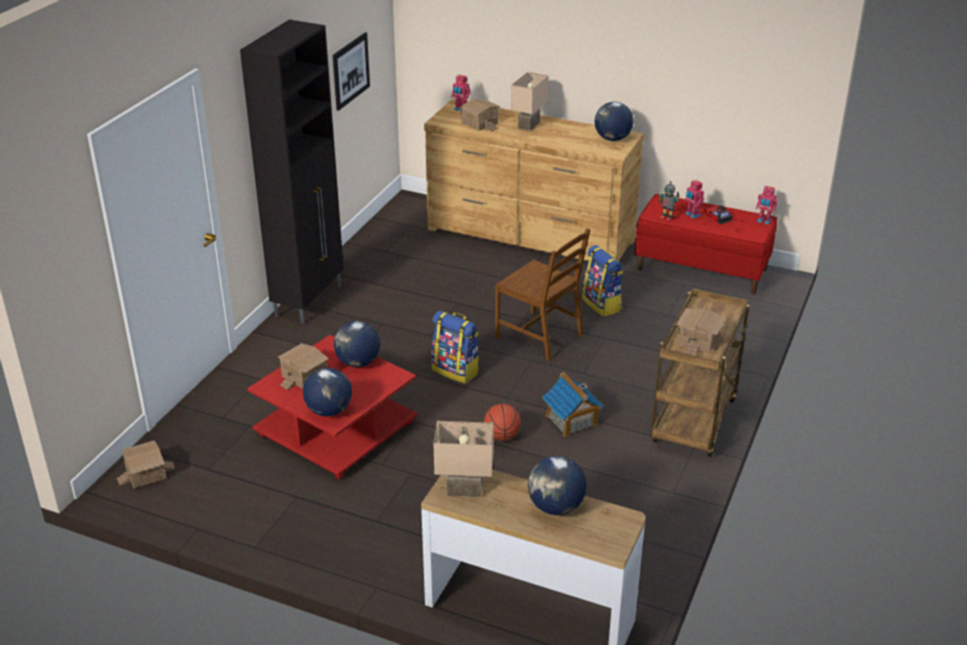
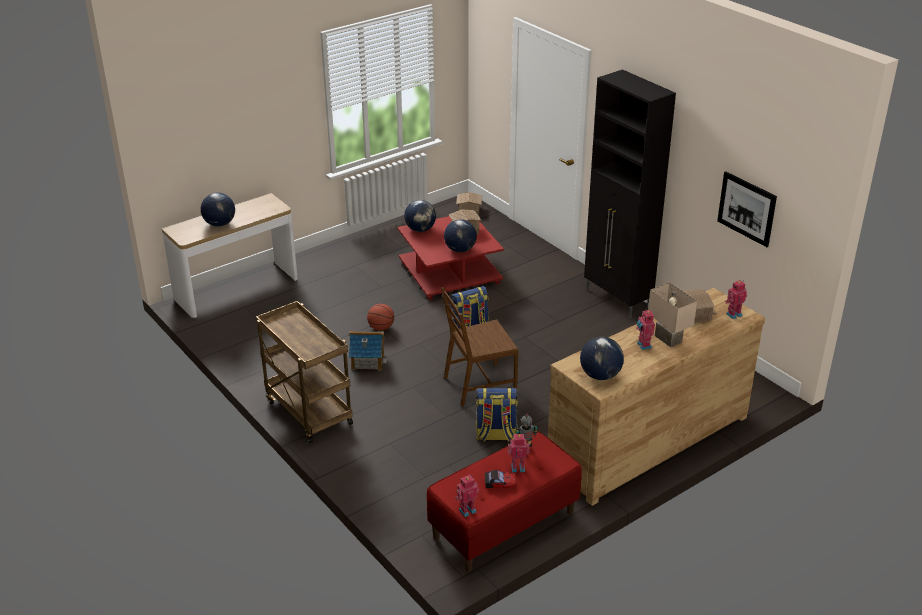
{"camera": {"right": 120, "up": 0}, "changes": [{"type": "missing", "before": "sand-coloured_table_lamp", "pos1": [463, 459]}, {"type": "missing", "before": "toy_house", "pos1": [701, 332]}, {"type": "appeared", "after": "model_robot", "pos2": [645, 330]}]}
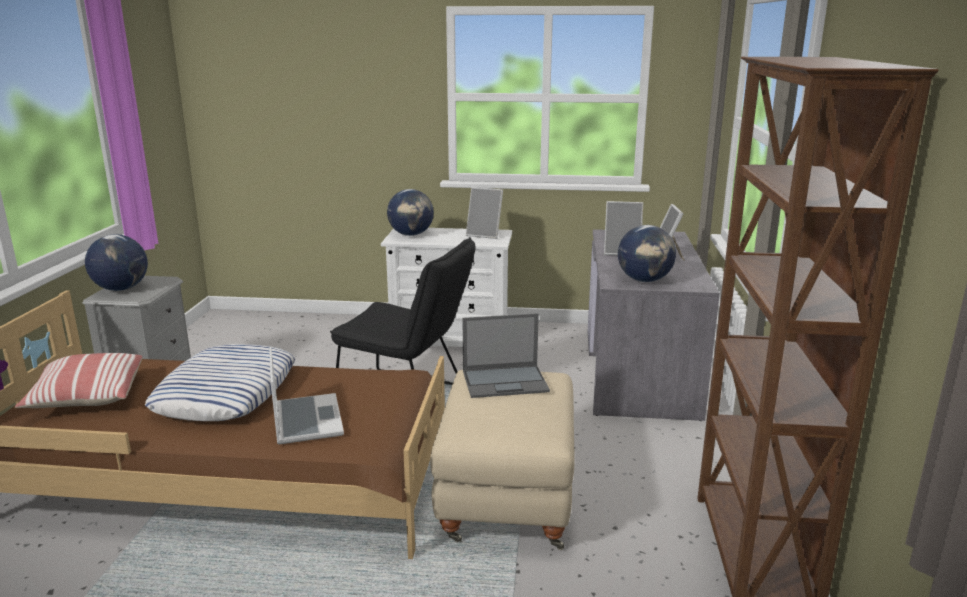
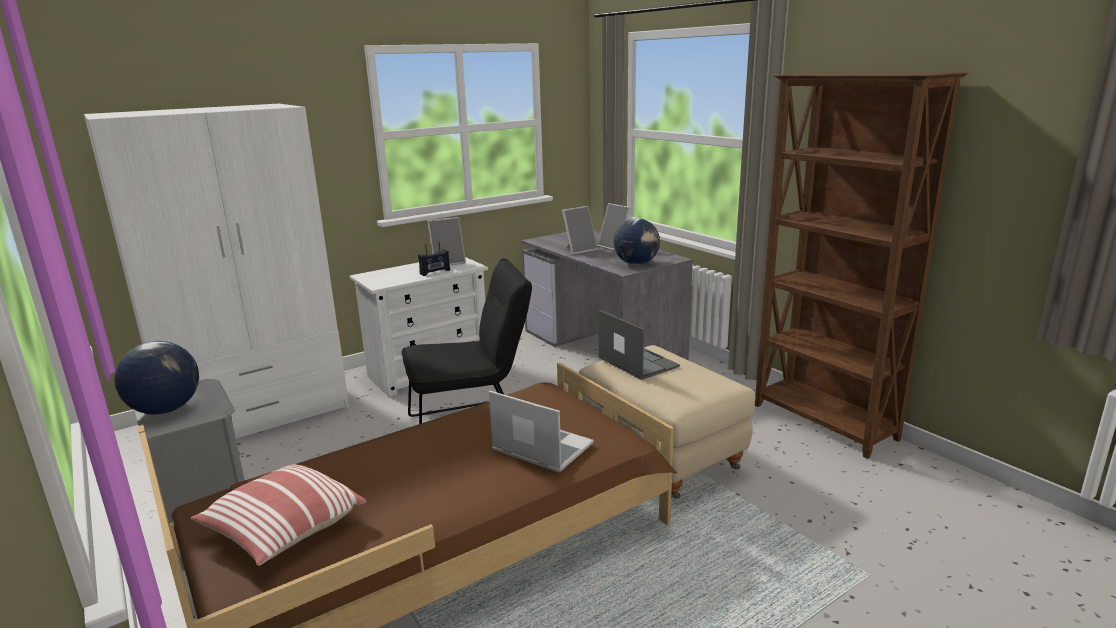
{"camera": {"right": -40, "up": 0}, "changes": [{"type": "missing", "before": "cushion", "pos1": [220, 382]}, {"type": "missing", "before": "desk_globe", "pos1": [410, 212]}, {"type": "appeared", "after": "white-coloured_clothes_cupboard", "pos2": [216, 271]}, {"type": "appeared", "after": "radio_set", "pos2": [434, 258]}, {"type": "spun", "before": "laptop", "pos1": [506, 355], "pos2": [639, 345], "turn": -75}]}
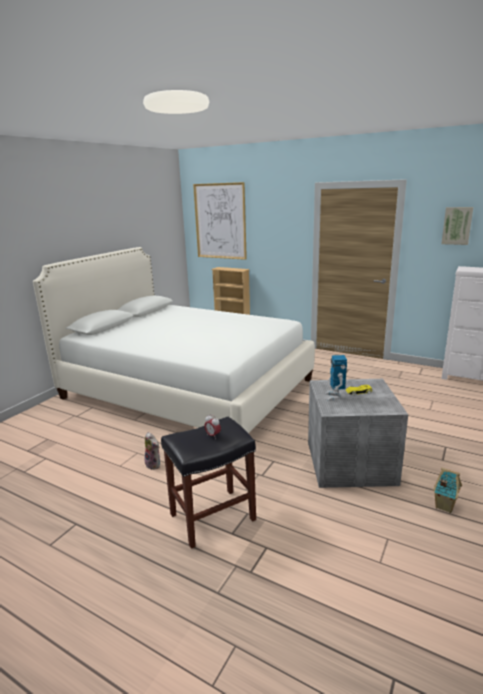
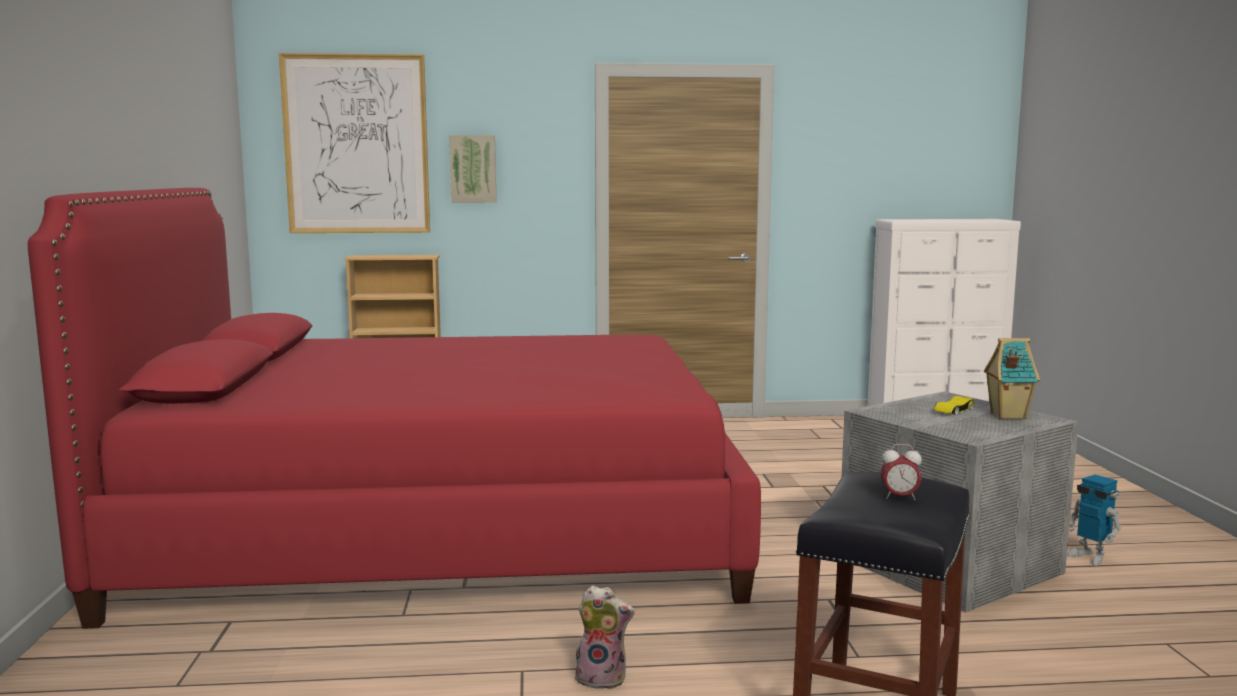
{"camera": {"right": -35, "up": -10}, "changes": [{"type": "relocated", "before": "model_robot", "pos1": [336, 378], "pos2": [1094, 520]}, {"type": "relocated", "before": "toy_house", "pos1": [447, 490], "pos2": [1012, 378]}, {"type": "relocated", "before": "wall_art", "pos1": [457, 226], "pos2": [472, 169]}, {"type": "colour", "before": "white-coloured_bedroom_bed", "after": "red_bedroom_bed", "pos1": [174, 340], "pos2": [394, 408]}]}
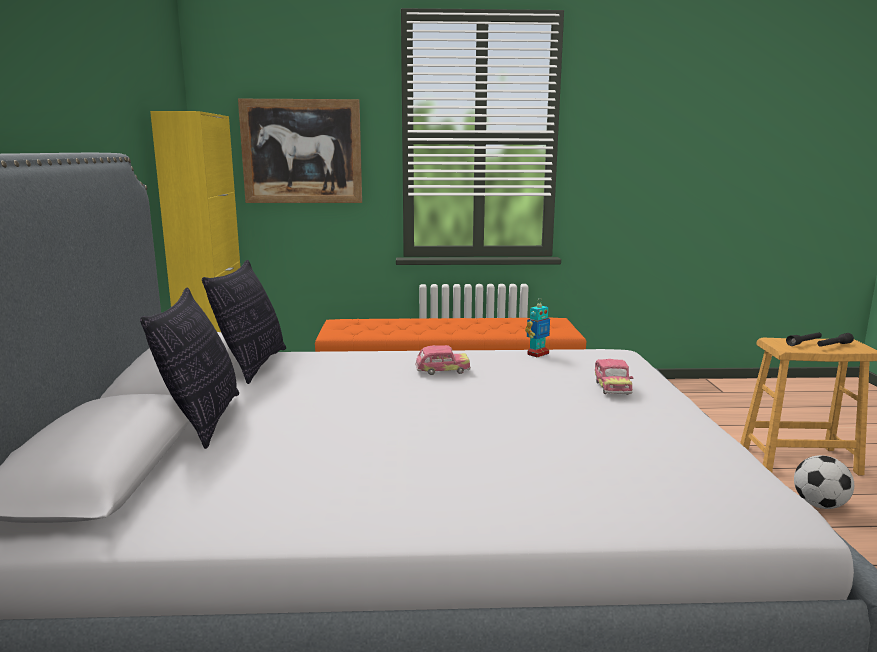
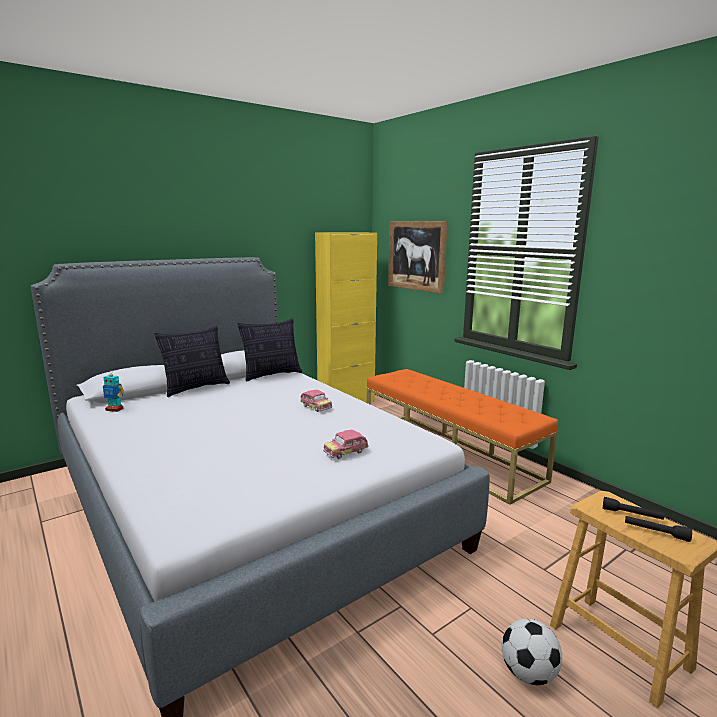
{"camera": {"right": 55, "up": 0}, "changes": [{"type": "relocated", "before": "model_robot", "pos1": [537, 328], "pos2": [113, 391]}]}
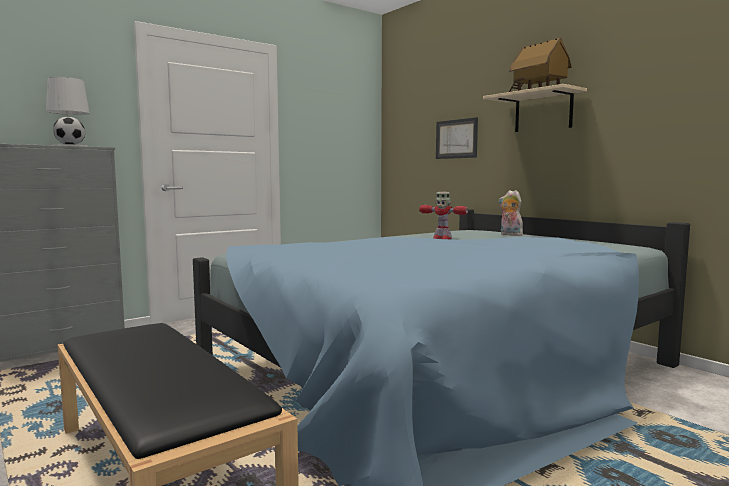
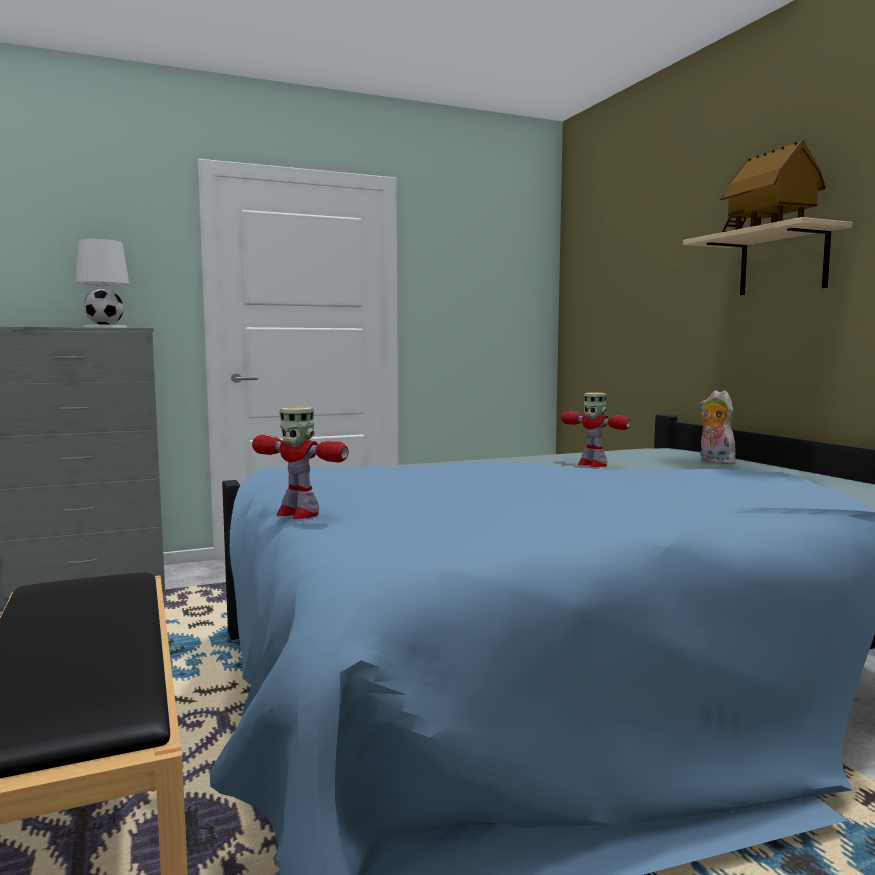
{"camera": {"right": 15, "up": 0}, "changes": [{"type": "missing", "before": "wall_art", "pos1": [457, 138]}, {"type": "appeared", "after": "model_robot", "pos2": [300, 462]}]}
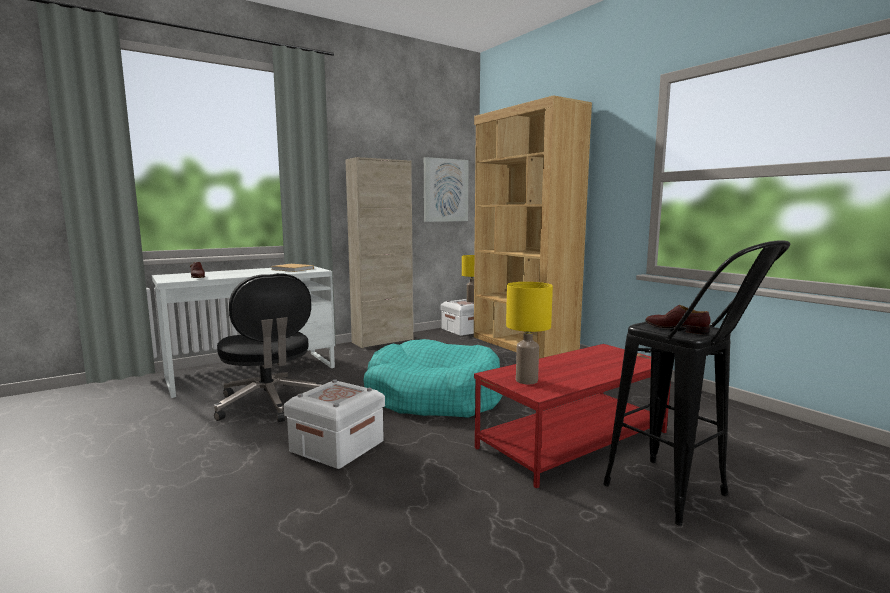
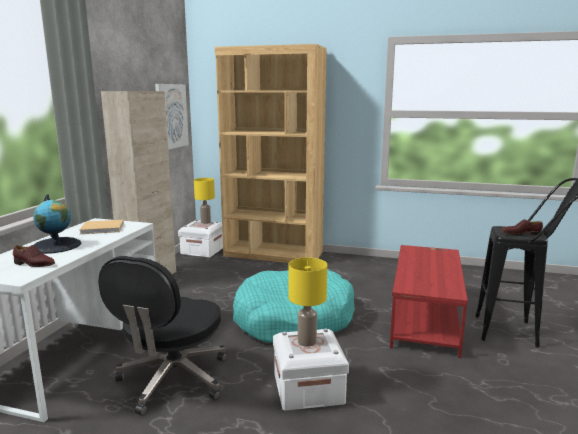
{"camera": {"right": -40, "up": 5}, "changes": [{"type": "appeared", "after": "desk_globe", "pos2": [57, 224]}, {"type": "relocated", "before": "yellowish_table_lamp", "pos1": [529, 333], "pos2": [307, 302]}, {"type": "spun", "before": "black_computer_chair", "pos1": [268, 347], "pos2": [162, 336], "turn": 90}]}
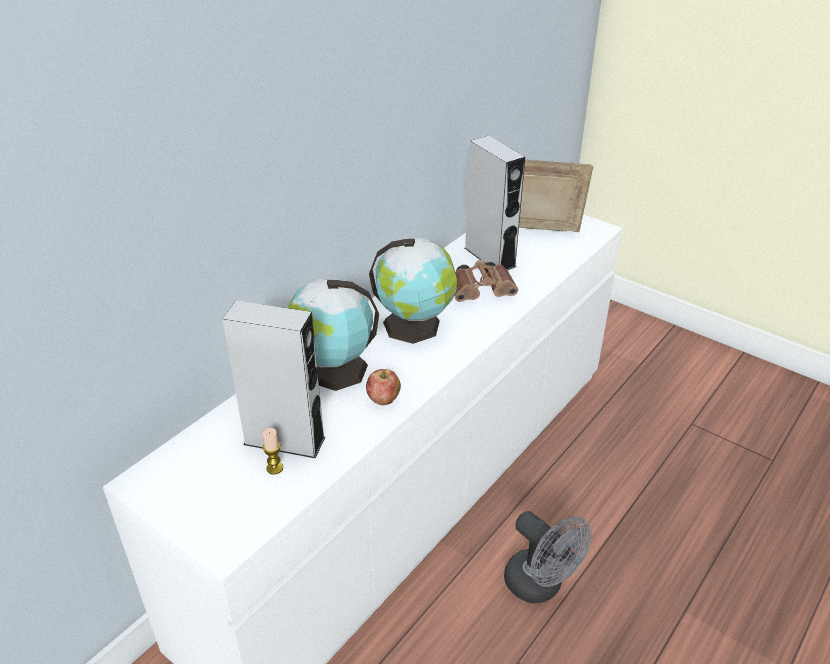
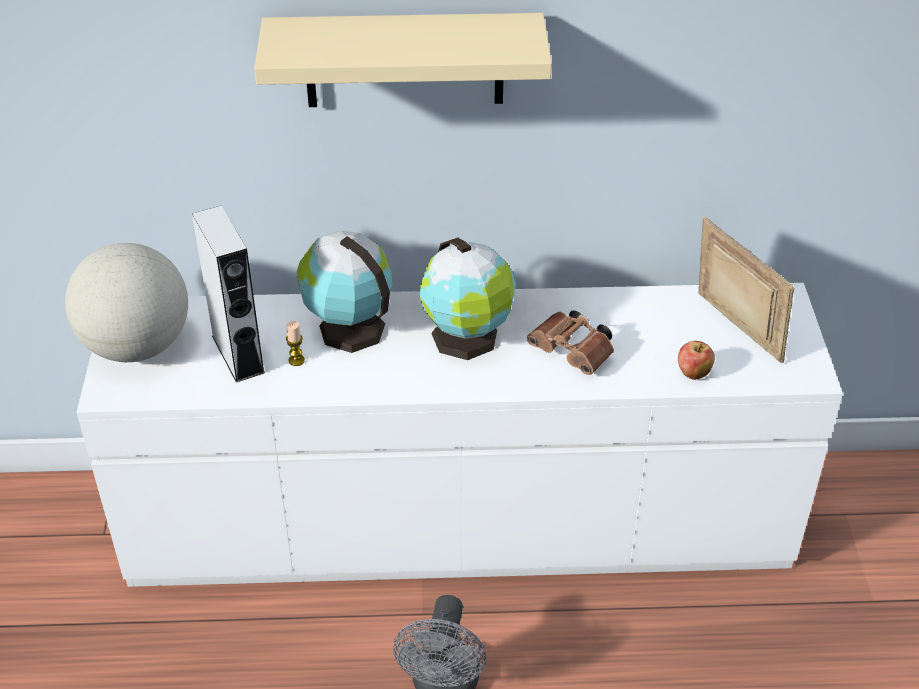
{"camera": {"right": 50, "up": 5}, "changes": [{"type": "missing", "before": "greyish_loudspeaker", "pos1": [495, 203]}, {"type": "appeared", "after": "desk_globe", "pos2": [126, 302]}, {"type": "appeared", "after": "sand-coloured_shelf", "pos2": [403, 60]}, {"type": "relocated", "before": "wax_candle", "pos1": [273, 451], "pos2": [295, 343]}, {"type": "relocated", "before": "apple_fruit", "pos1": [383, 387], "pos2": [696, 360]}]}
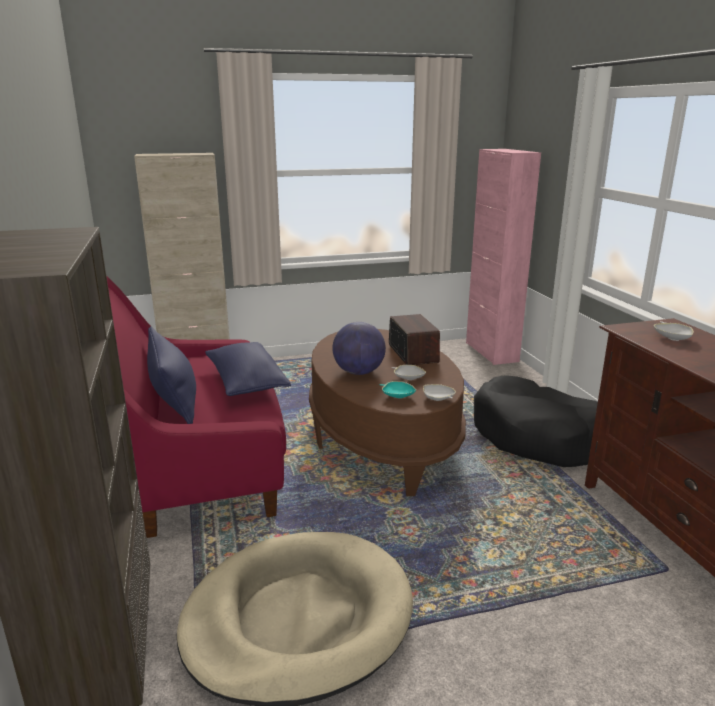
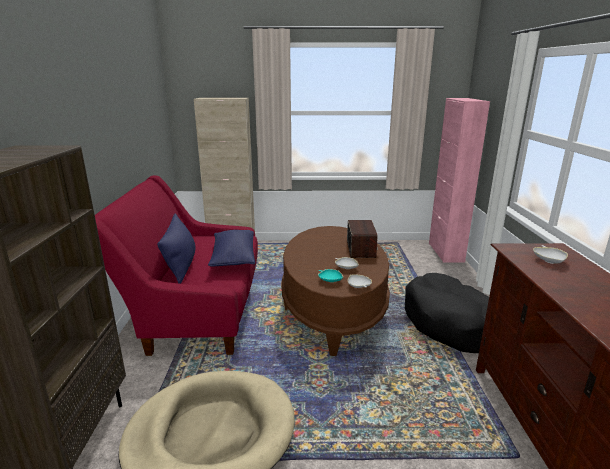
{"camera": {"right": 15, "up": 0}, "changes": [{"type": "missing", "before": "desk_globe", "pos1": [359, 348]}]}
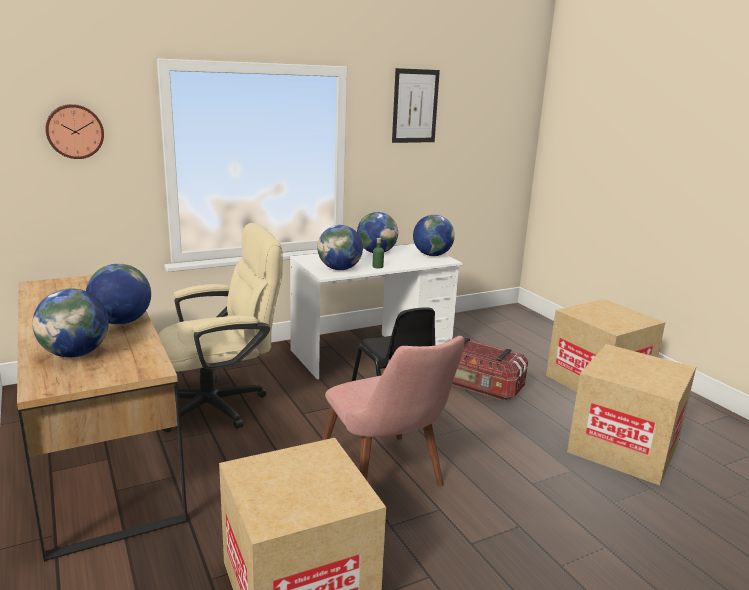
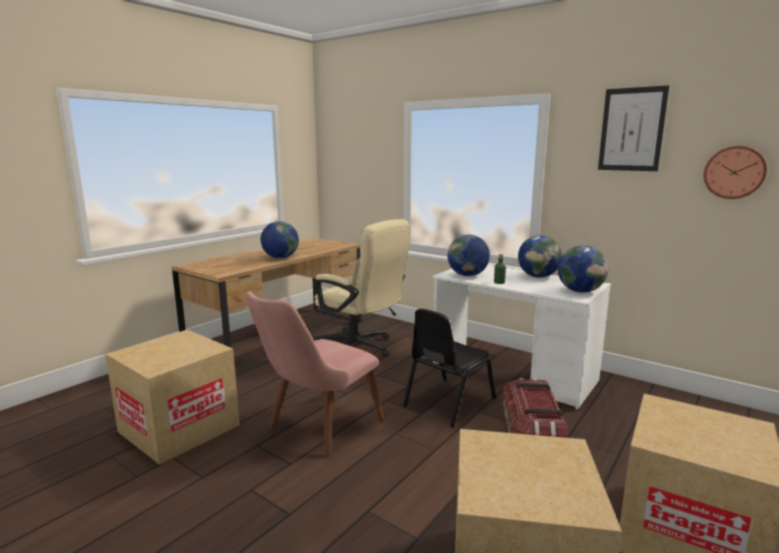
{"camera": {"right": 65, "up": -5}, "changes": [{"type": "missing", "before": "desk_globe", "pos1": [70, 323]}, {"type": "relocated", "before": "wall_clock", "pos1": [74, 131], "pos2": [735, 172]}]}
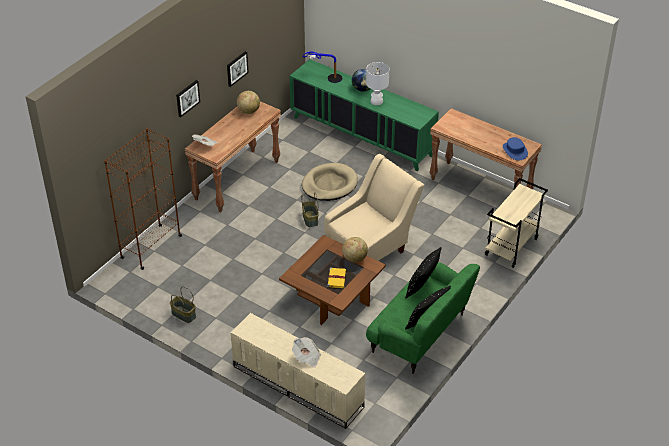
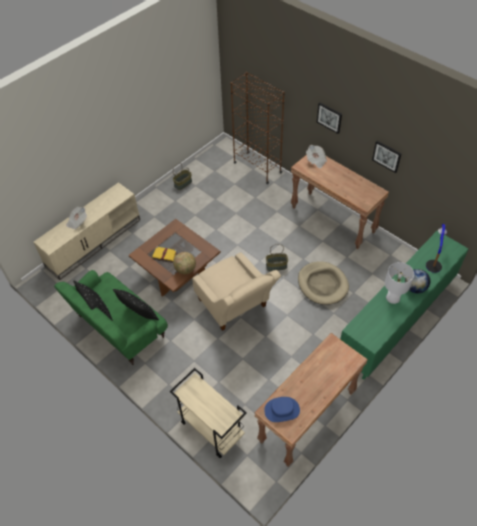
{"camera": {"right": 100, "up": 10}, "changes": [{"type": "missing", "before": "desk_globe", "pos1": [248, 102]}]}
